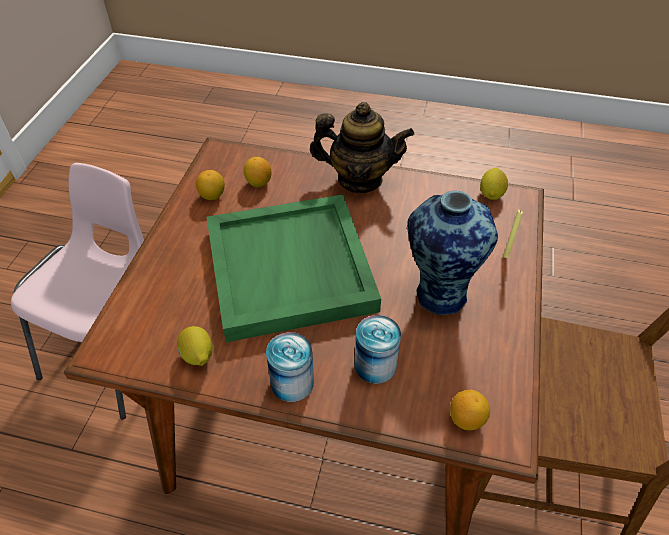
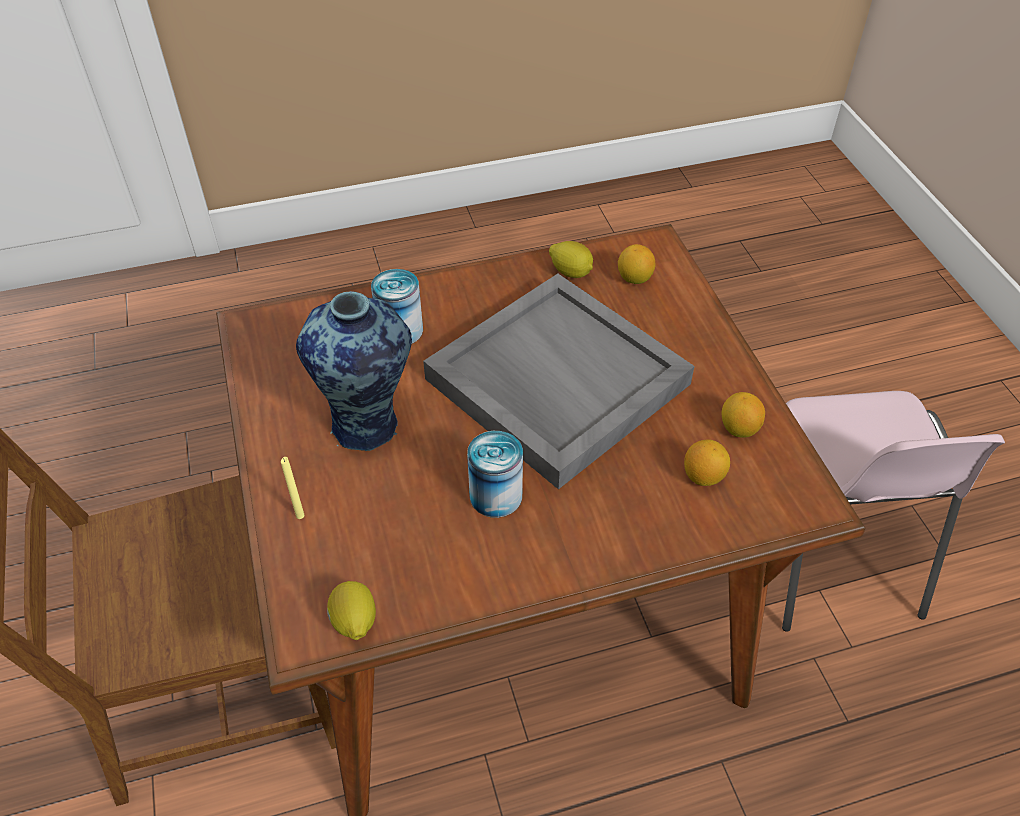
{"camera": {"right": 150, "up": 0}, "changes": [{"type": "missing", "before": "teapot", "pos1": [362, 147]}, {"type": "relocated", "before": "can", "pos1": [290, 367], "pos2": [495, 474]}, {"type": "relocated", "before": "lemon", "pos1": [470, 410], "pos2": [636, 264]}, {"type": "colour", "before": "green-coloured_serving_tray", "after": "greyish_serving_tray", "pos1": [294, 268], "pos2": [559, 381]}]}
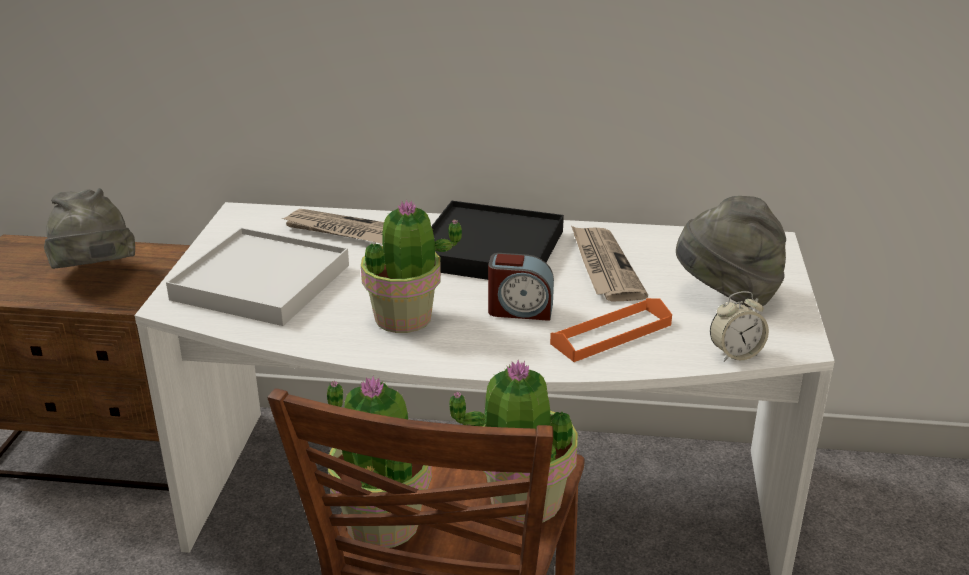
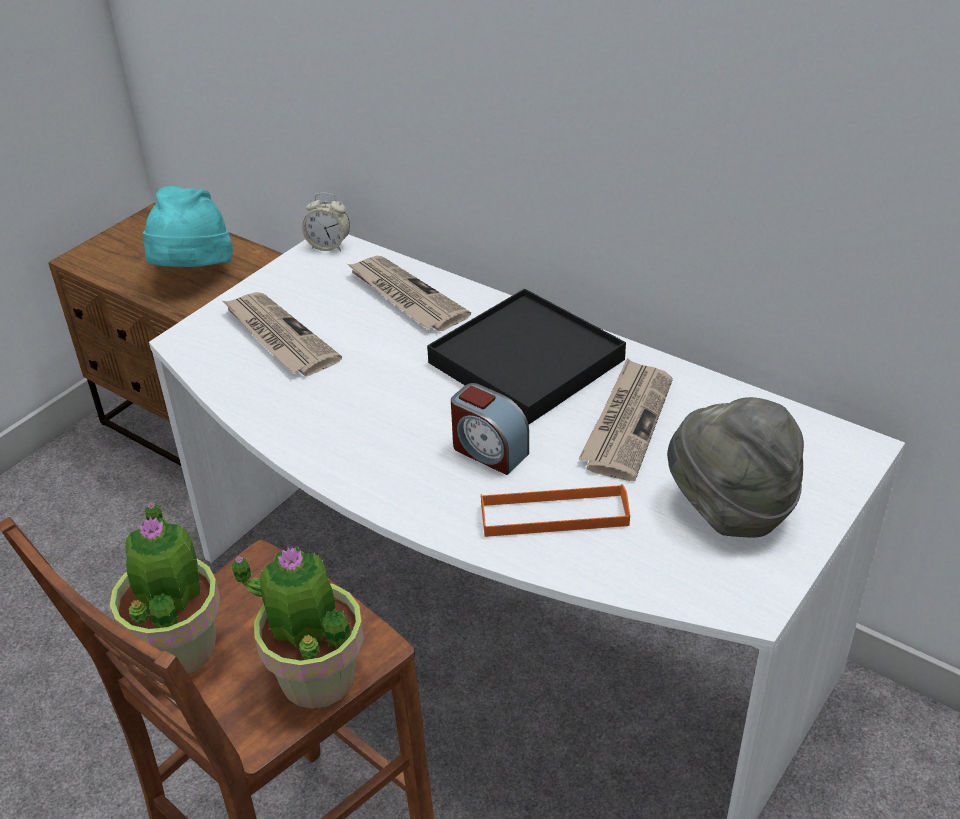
{"camera": {"right": 30, "up": 10}, "changes": [{"type": "missing", "before": "potted_plant", "pos1": [411, 266]}, {"type": "relocated", "before": "table_clock", "pos1": [739, 326], "pos2": [326, 222]}, {"type": "exchanged", "before": "white-coloured_serving_tray", "after": "newspaper", "pos1": [257, 277], "pos2": [282, 334]}, {"type": "colour", "before": "greyish_clothing_hat", "after": "turquoise-coloured_clothing_hat", "pos1": [89, 228], "pos2": [188, 226]}]}
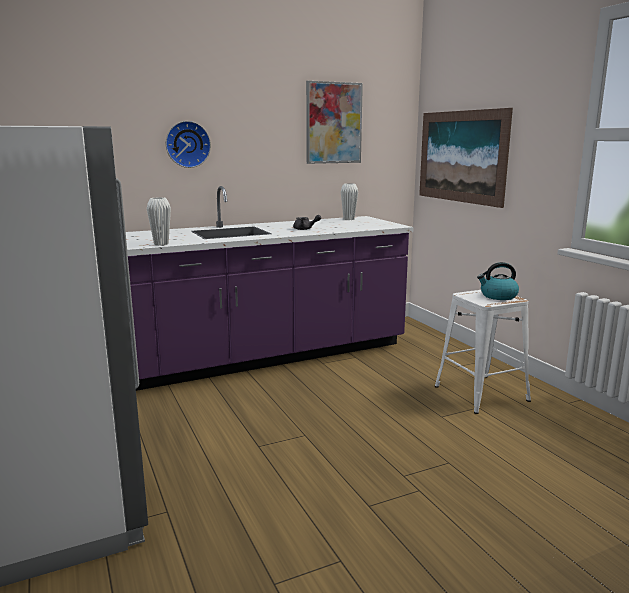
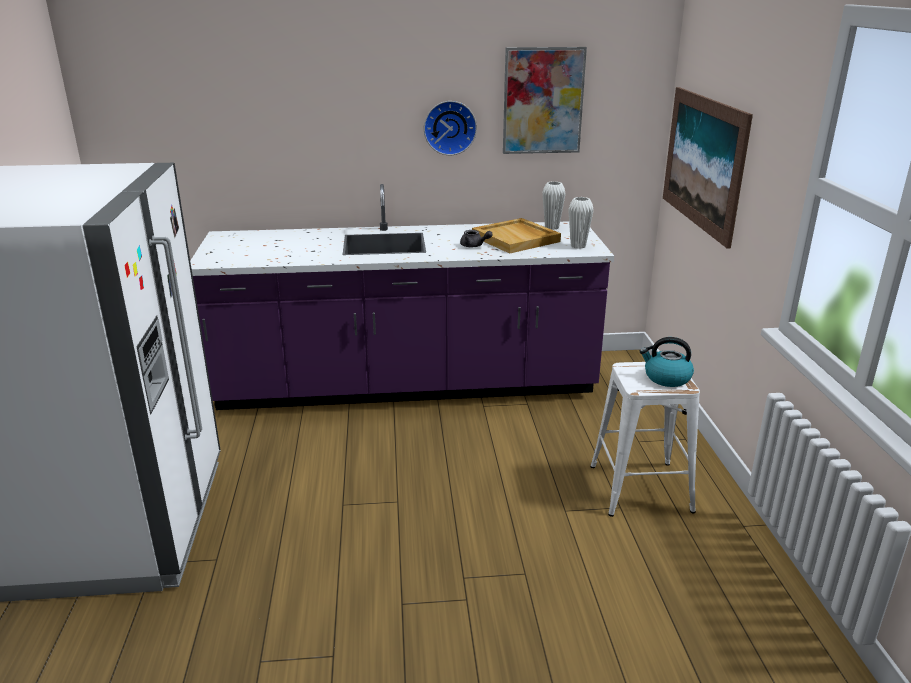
{"camera": {"right": 20, "up": 10}, "changes": [{"type": "appeared", "after": "sand-coloured_serving_tray", "pos2": [516, 236]}, {"type": "relocated", "before": "white-coloured_flower_vase", "pos1": [159, 221], "pos2": [581, 223]}, {"type": "relocated", "before": "wall_clock", "pos1": [188, 144], "pos2": [450, 128]}]}
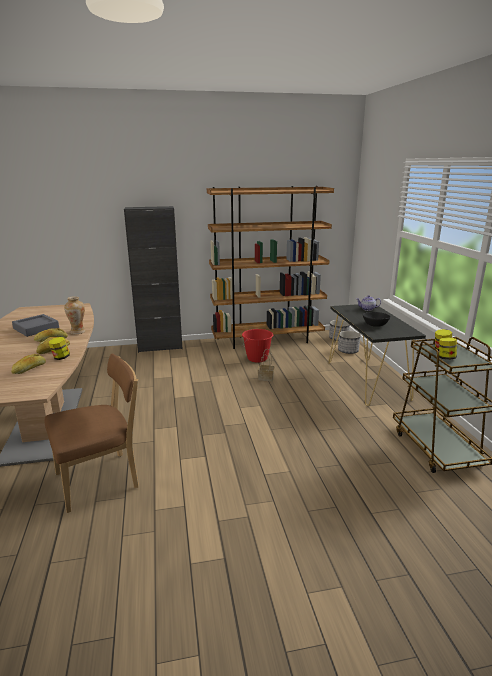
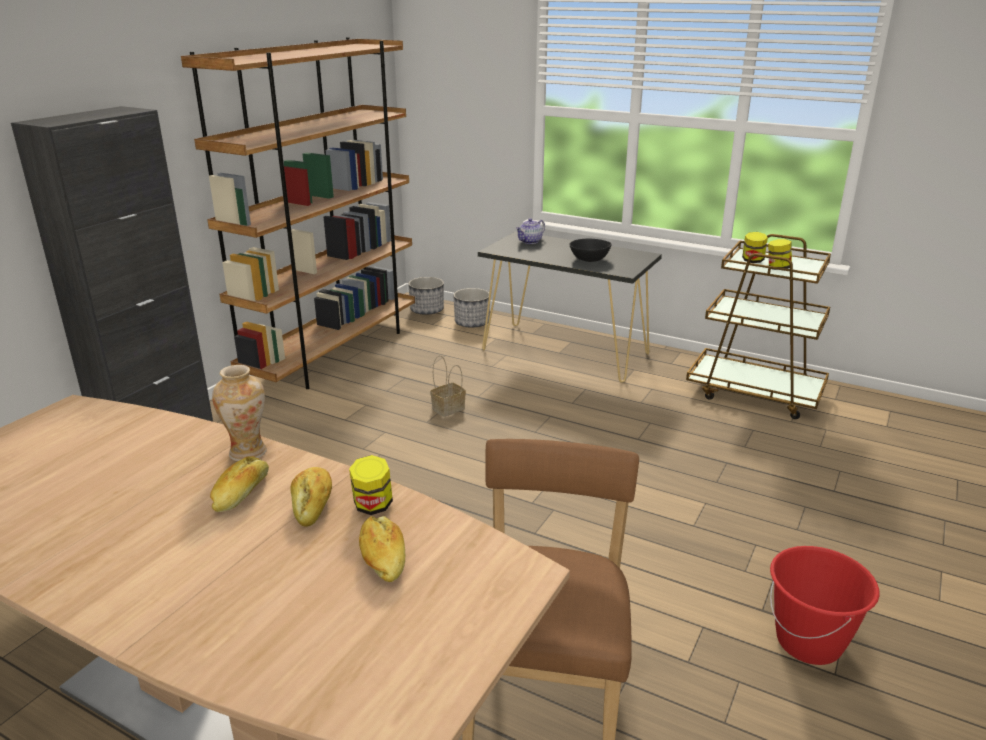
{"camera": {"right": -50, "up": 5}, "changes": [{"type": "missing", "before": "greyish_serving_tray", "pos1": [35, 325]}, {"type": "relocated", "before": "red_pail", "pos1": [257, 346], "pos2": [824, 605]}]}
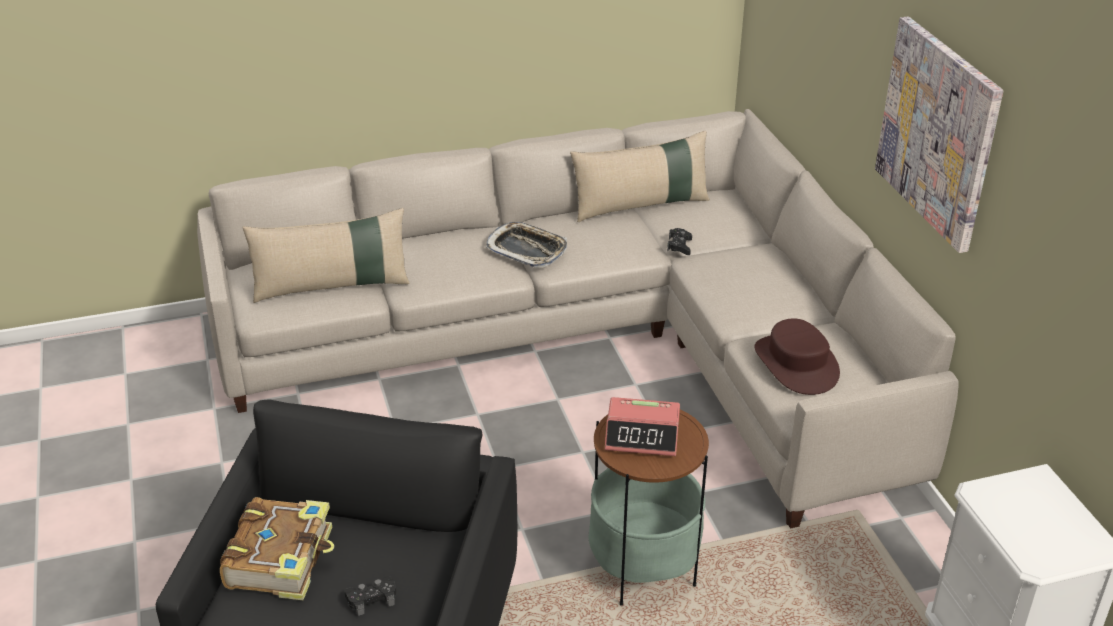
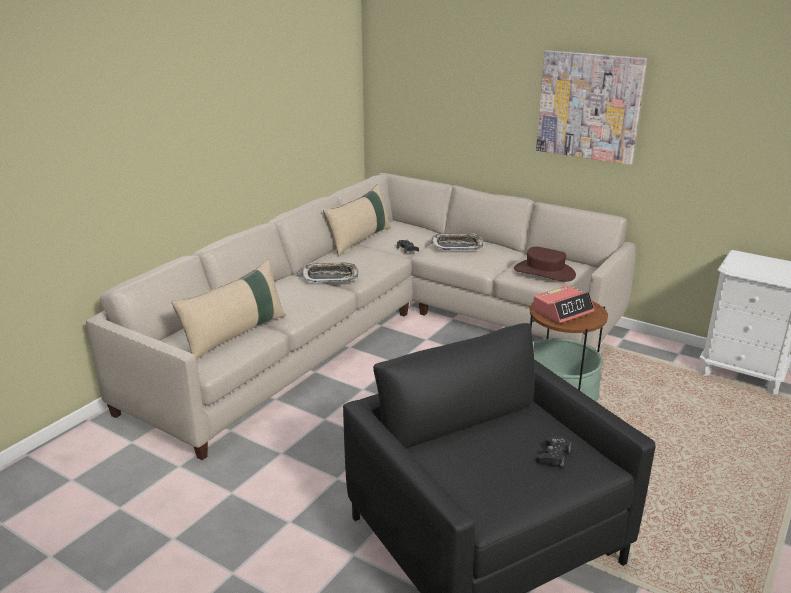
{"camera": {"right": -40, "up": -10}, "changes": [{"type": "missing", "before": "book", "pos1": [277, 548]}, {"type": "appeared", "after": "serving_tray", "pos2": [456, 241]}]}
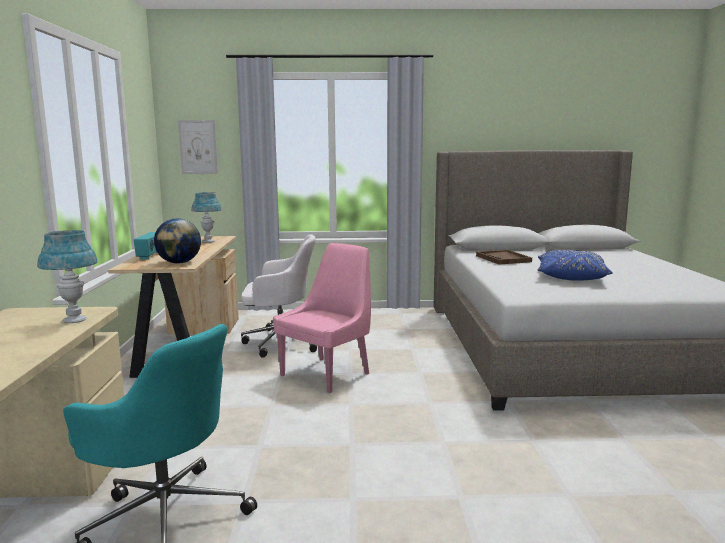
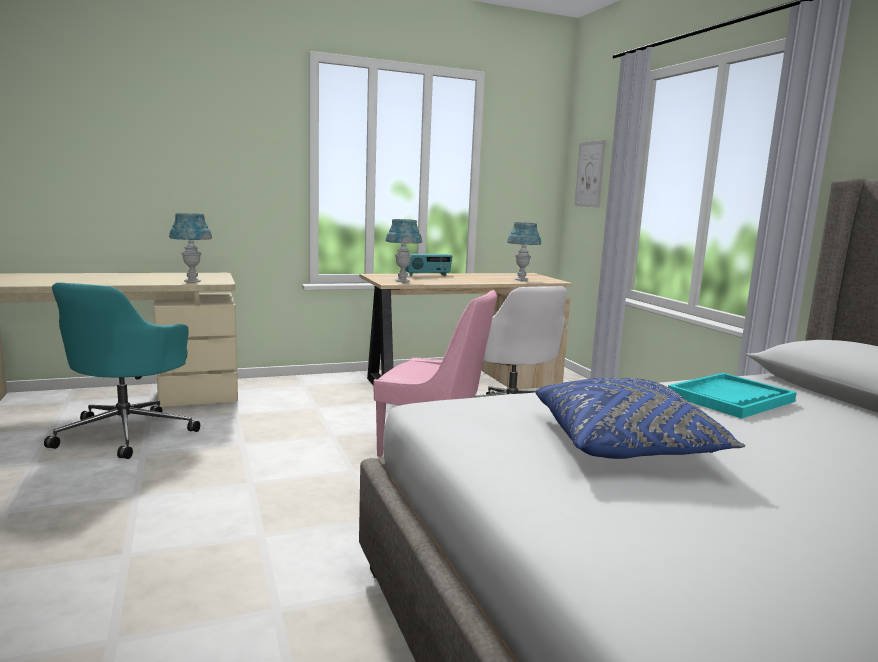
{"camera": {"right": 70, "up": 0}, "changes": [{"type": "exchanged", "before": "desk_globe", "after": "bluish_table_lamp", "pos1": [177, 241], "pos2": [404, 250]}, {"type": "colour", "before": "brown-coloured_serving_tray", "after": "turquoise-coloured_serving_tray", "pos1": [504, 257], "pos2": [732, 396]}]}
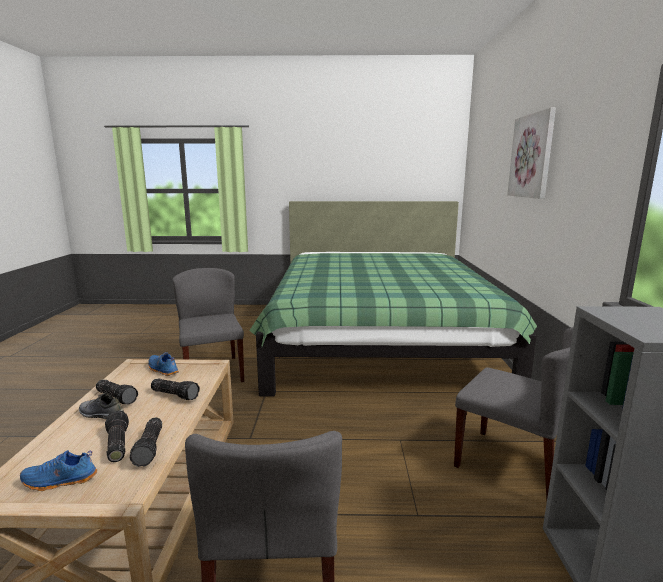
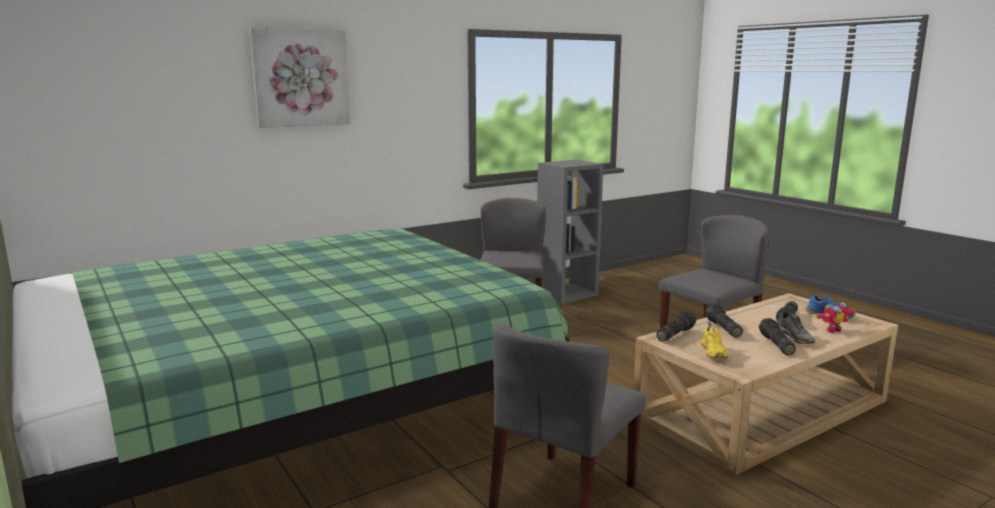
{"camera": {"right": -125, "up": 0}, "changes": [{"type": "appeared", "after": "model_robot", "pos2": [835, 317]}, {"type": "relocated", "before": "hand_torch", "pos1": [146, 442], "pos2": [676, 326]}, {"type": "colour", "before": "bluish_item_of_footwear", "after": "yellowish_item_of_footwear", "pos1": [163, 364], "pos2": [714, 340]}]}
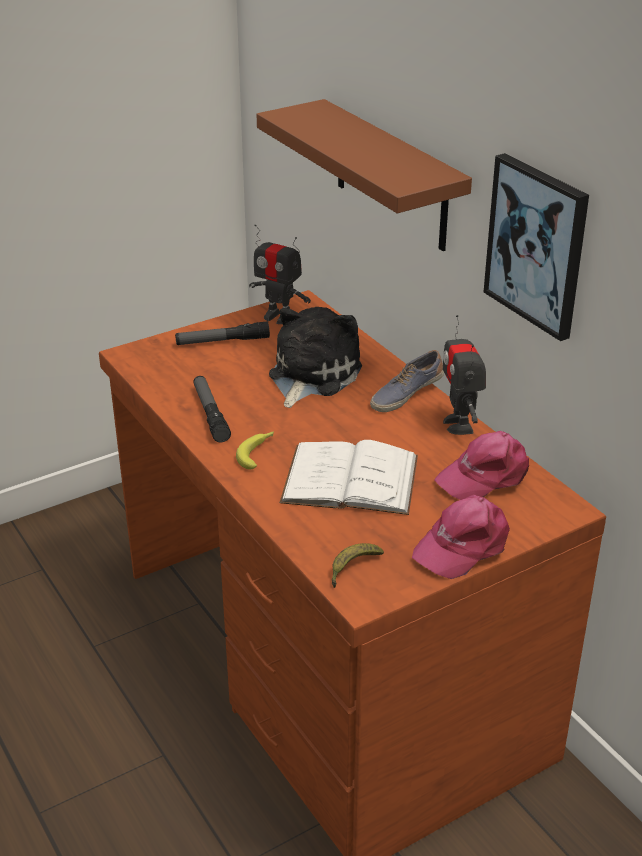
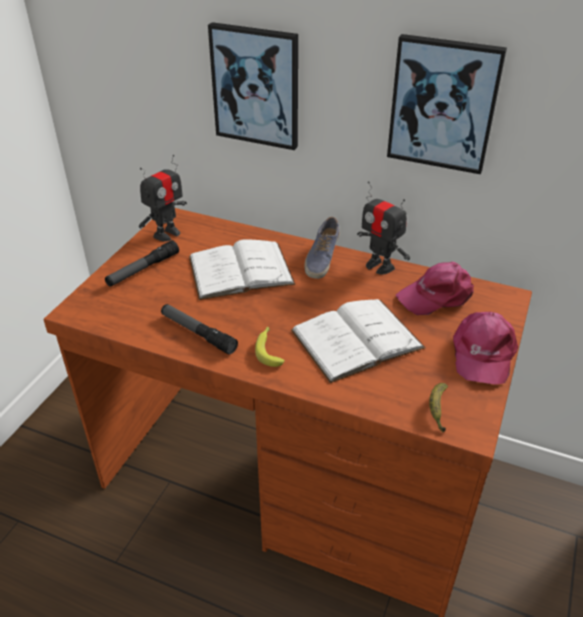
{"camera": {"right": -35, "up": 5}, "changes": [{"type": "exchanged", "before": "brown-coloured_shelf", "after": "wall_art", "pos1": [364, 175], "pos2": [253, 86]}, {"type": "exchanged", "before": "plush_toy", "after": "white-coloured_book", "pos1": [315, 357], "pos2": [242, 269]}, {"type": "spun", "before": "model_robot", "pos1": [280, 274], "pos2": [163, 198], "turn": -45}, {"type": "spun", "before": "pink-coloured_cap", "pos1": [481, 465], "pos2": [435, 288], "turn": 45}]}
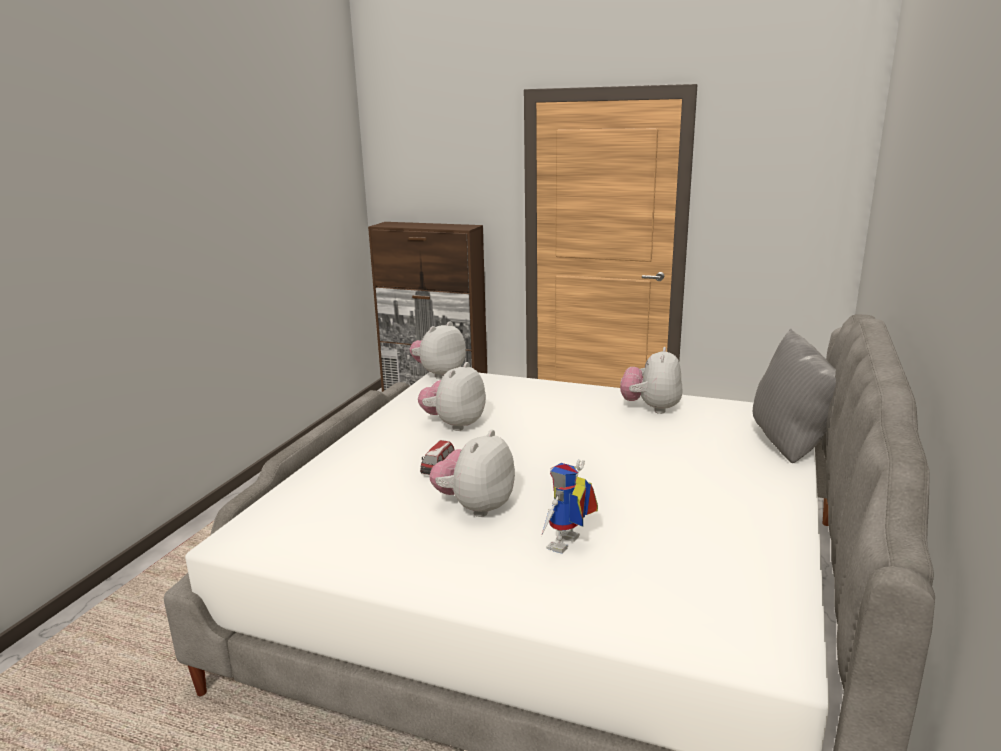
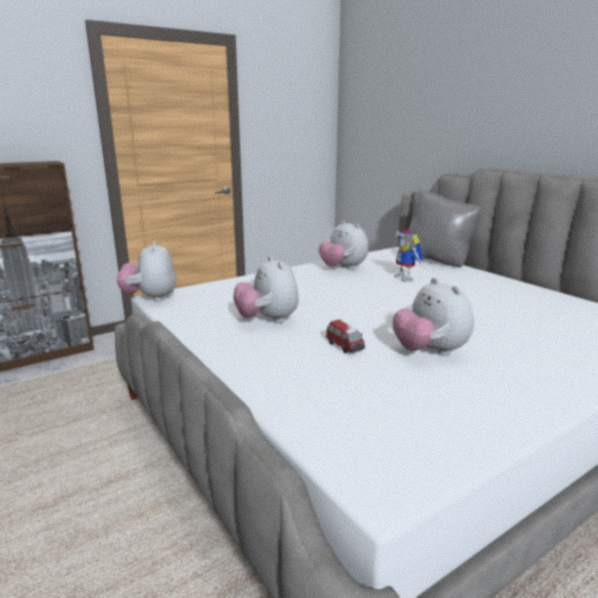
{"camera": {"right": -55, "up": 0}, "changes": [{"type": "relocated", "before": "model_robot", "pos1": [569, 506], "pos2": [408, 255]}]}
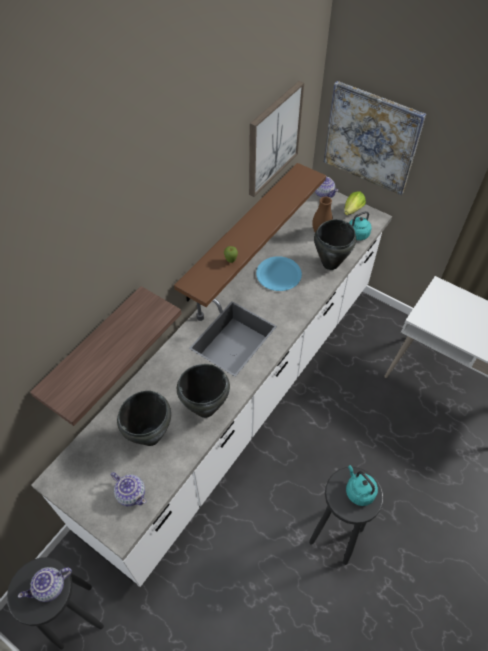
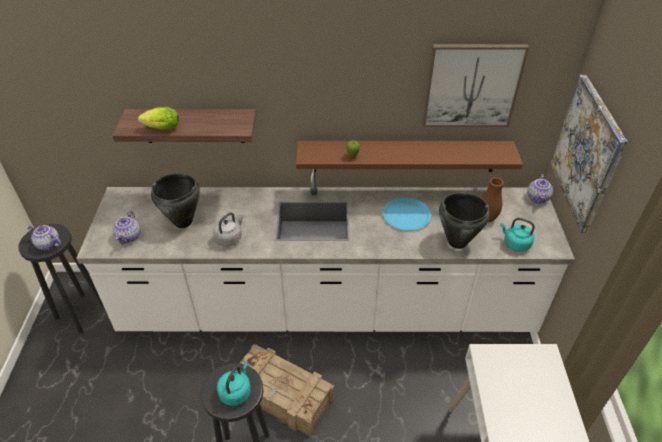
{"camera": {"right": 55, "up": -10}, "changes": [{"type": "appeared", "after": "shipping_crate", "pos2": [287, 390]}, {"type": "relocated", "before": "lettuce_head", "pos1": [355, 203], "pos2": [158, 118]}, {"type": "exchanged", "before": "black_cooking_pot", "after": "greyish_kettle", "pos1": [203, 391], "pos2": [228, 229]}]}
